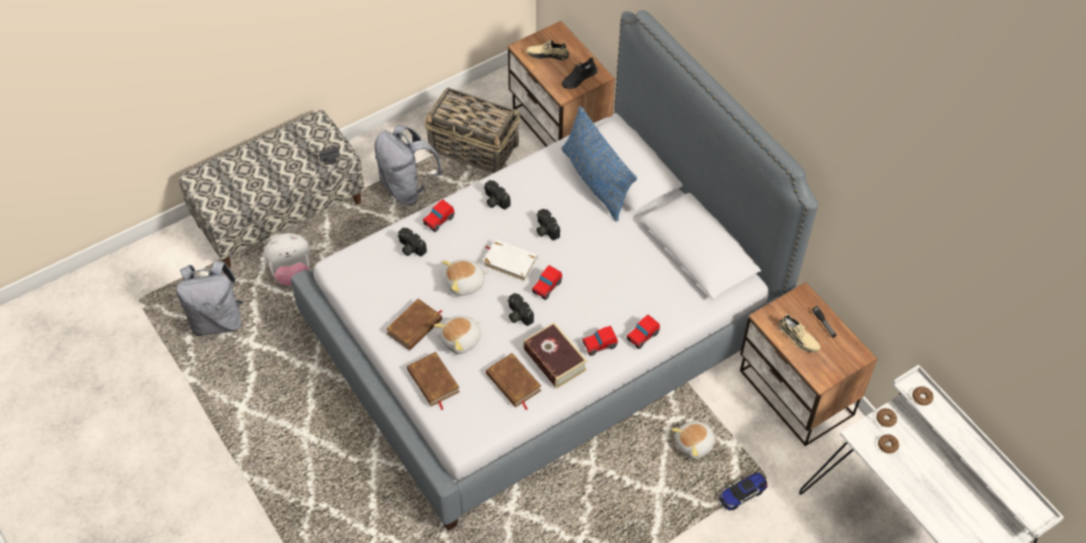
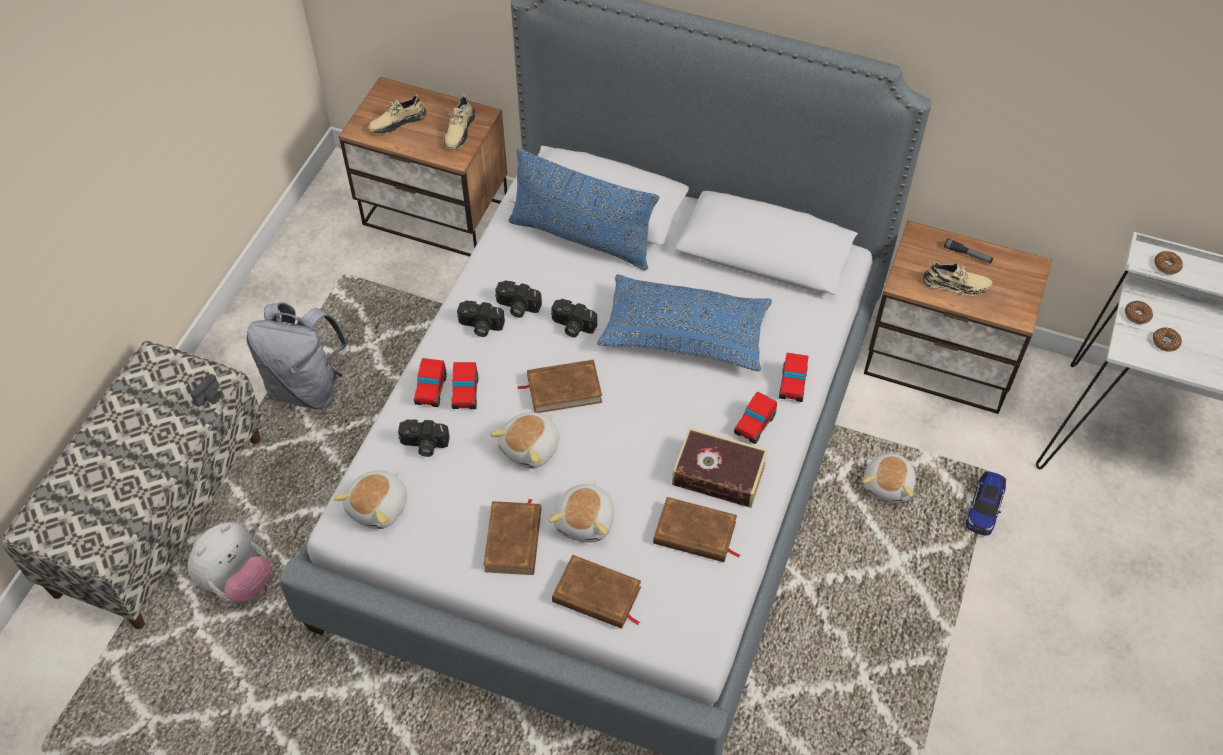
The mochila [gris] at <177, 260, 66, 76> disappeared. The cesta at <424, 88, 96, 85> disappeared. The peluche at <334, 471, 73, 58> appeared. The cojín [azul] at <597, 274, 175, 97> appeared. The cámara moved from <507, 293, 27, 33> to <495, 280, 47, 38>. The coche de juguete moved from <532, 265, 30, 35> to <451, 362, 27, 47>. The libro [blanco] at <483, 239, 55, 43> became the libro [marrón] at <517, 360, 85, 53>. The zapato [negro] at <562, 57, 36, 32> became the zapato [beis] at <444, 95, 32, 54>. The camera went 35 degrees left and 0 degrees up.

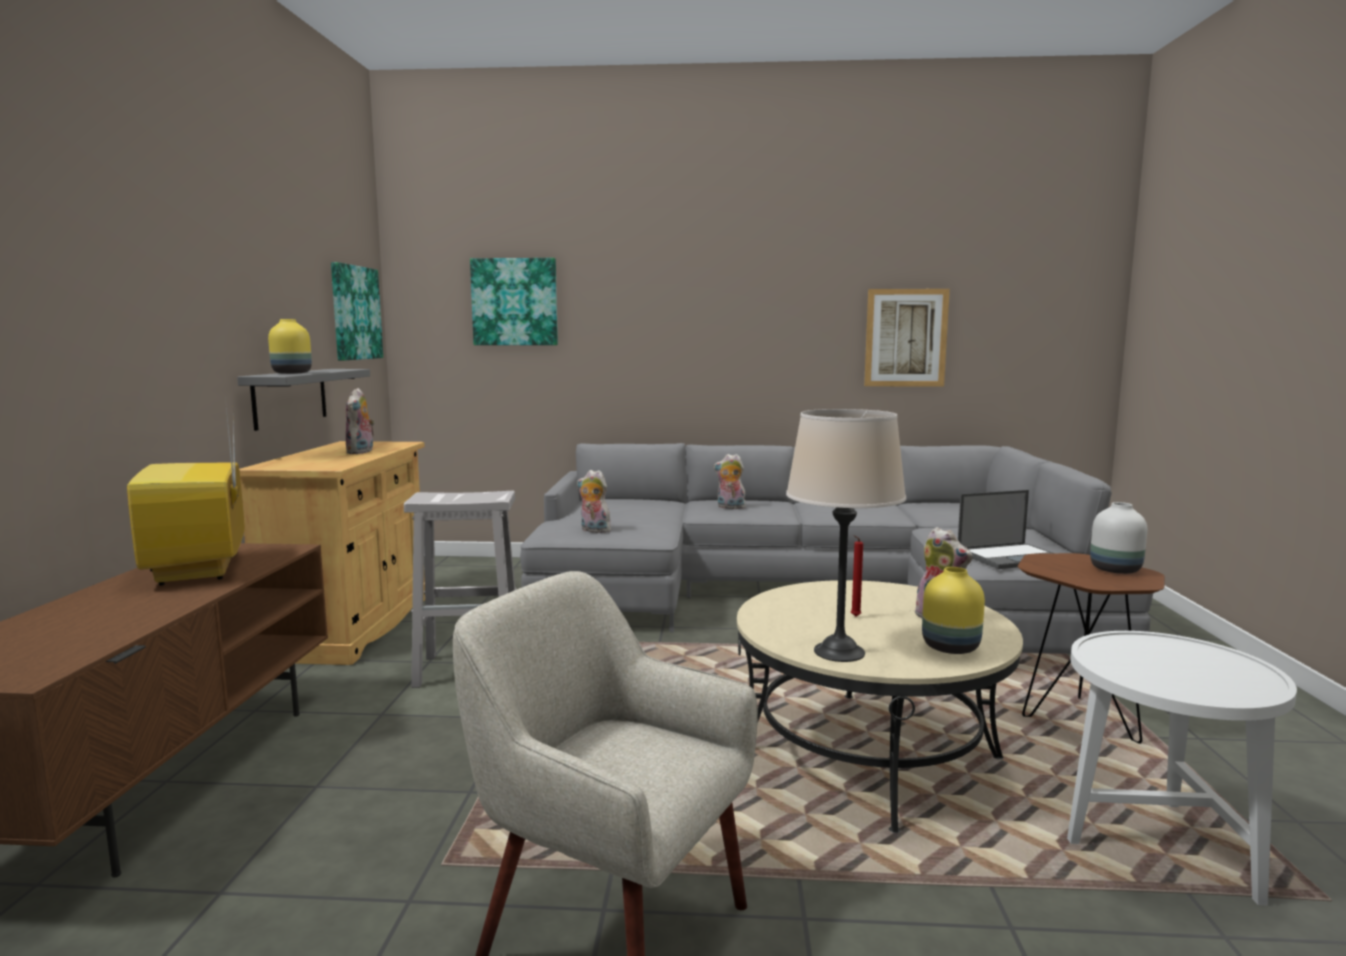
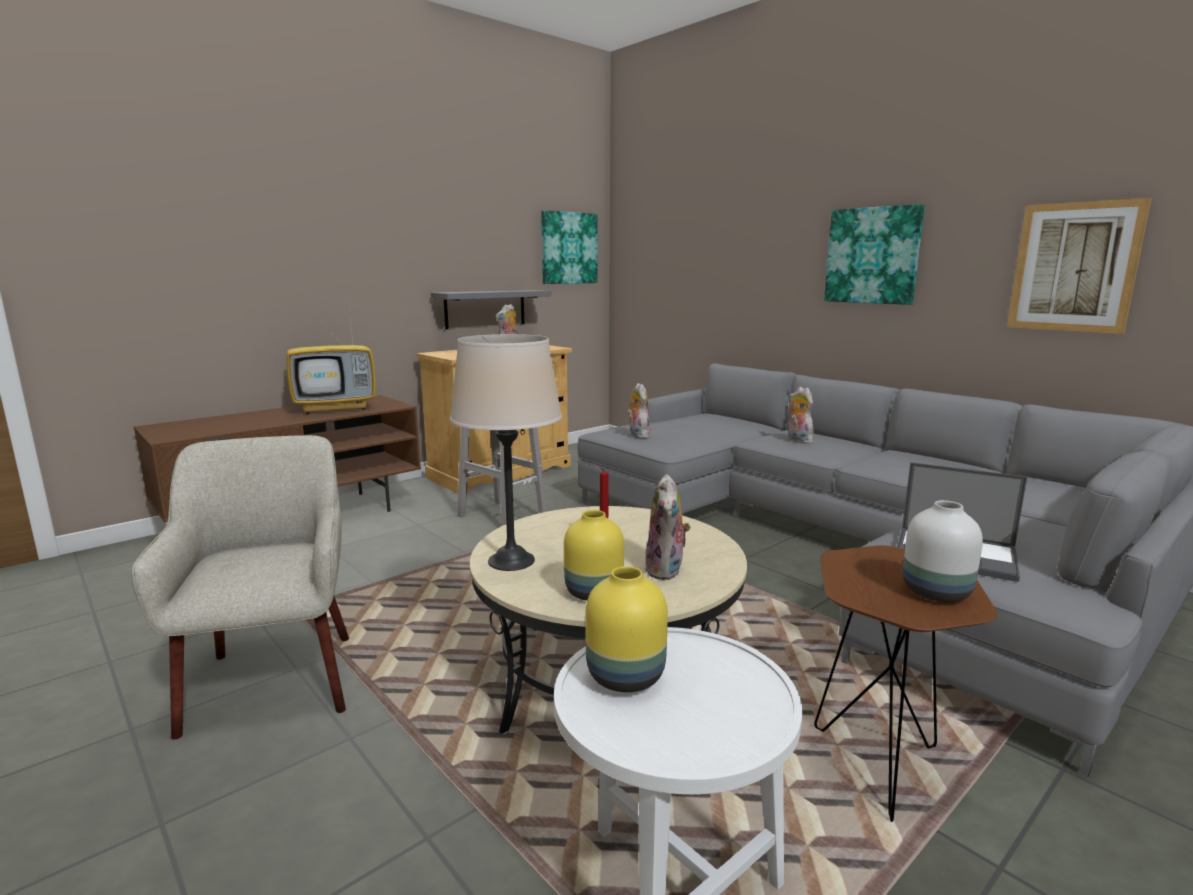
The florero [amarillo] moved from <268, 319, 44, 55> to <585, 566, 83, 126>. The cuadro moved from <470, 258, 88, 87> to <824, 204, 101, 101>. The televisor at <127, 398, 118, 188> turned 135 degrees counterclockwise. The camera went 45 degrees right and 5 degrees up.

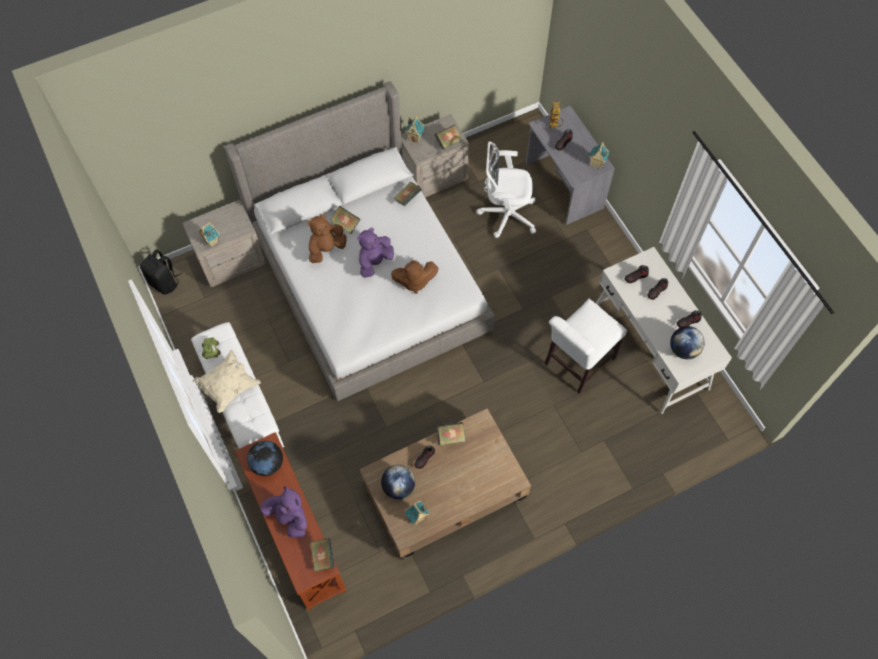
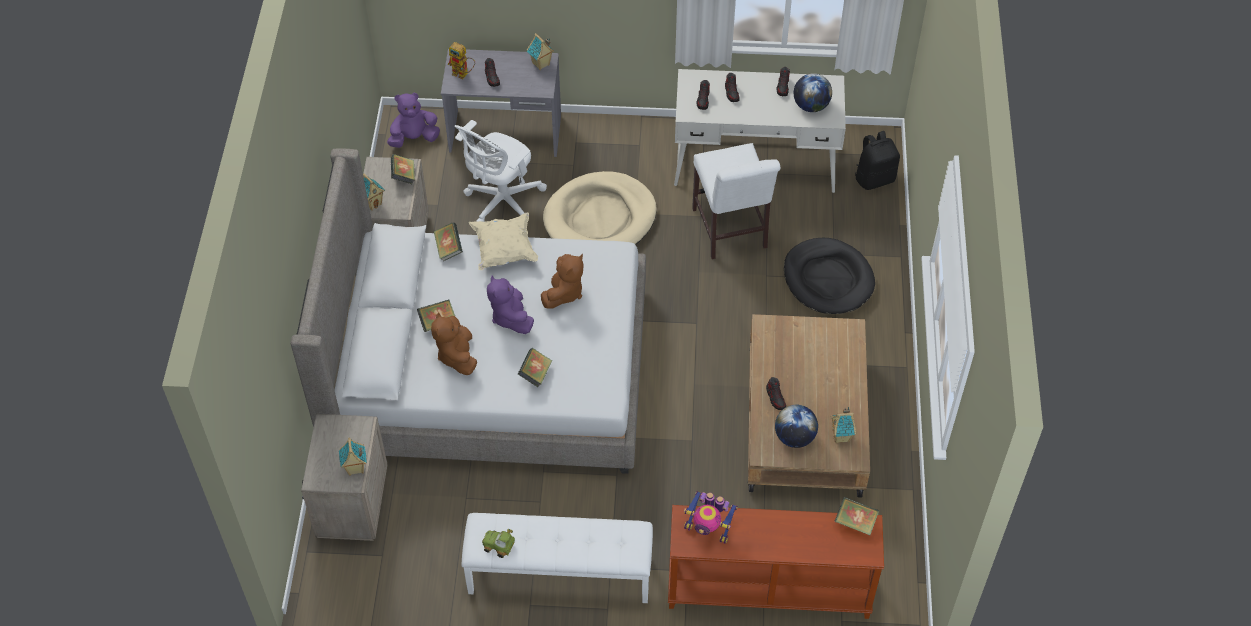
The cama para perro [beis] at <543, 171, 114, 74> appeared. The cama para perro [negro] at <784, 238, 91, 76> appeared. The mochila [negro] moved from <140, 249, 42, 46> to <855, 131, 45, 59>. The cojín [beis] moved from <193, 350, 68, 63> to <469, 213, 69, 57>. The peluche [morado] moved from <260, 486, 47, 52> to <387, 92, 53, 56>. The libro moved from <437, 422, 28, 23> to <518, 348, 34, 39>. The globo terráqueo at <247, 441, 36, 35> was replaced by the robot de juguete at <684, 491, 54, 53>. The camera went 60 degrees left and 10 degrees down.

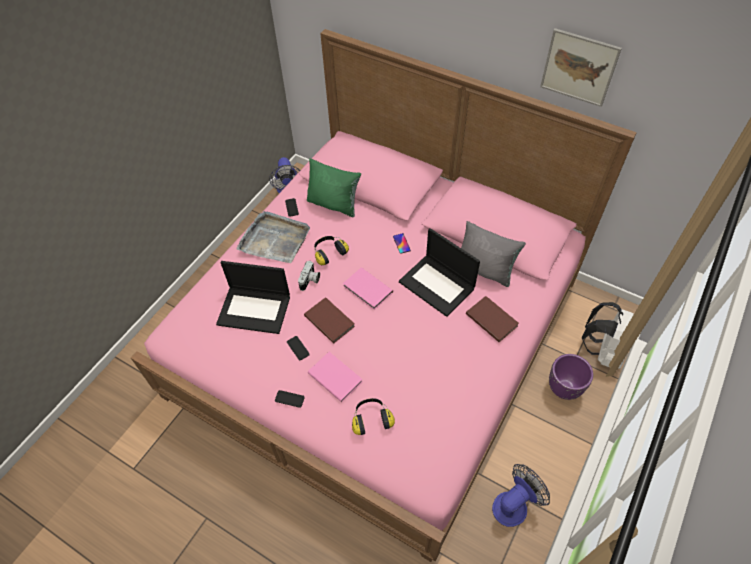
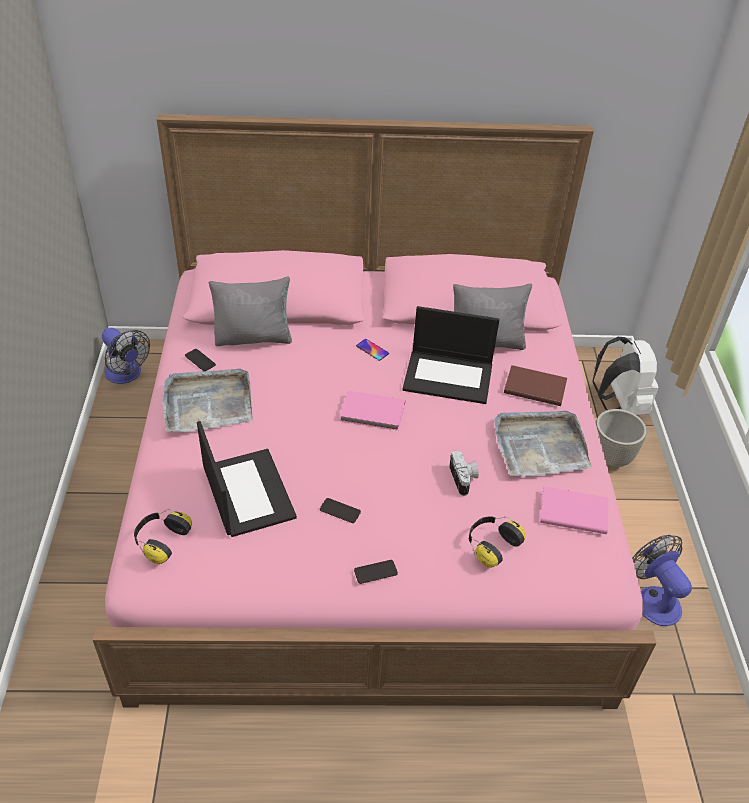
The libro [marrón] at <304, 297, 51, 46> disappeared. The cuadro at <540, 28, 82, 79> disappeared. The bandeja [gris] at <494, 411, 98, 66> appeared. The cámara moved from <298, 261, 22, 30> to <449, 450, 30, 46>. The libro [rosa] moved from <308, 352, 55, 50> to <540, 486, 68, 48>. The auriculares moved from <314, 236, 35, 29> to <134, 509, 58, 55>. The cojín [verde] at <307, 158, 54, 59> became the cojín [gris] at <209, 277, 83, 69>. The maceta [morado] at <549, 354, 44, 46> became the maceta [gris] at <595, 409, 52, 58>. The portátil at <216, 261, 74, 73> turned 90 degrees counterclockwise. The ventilador at <492, 464, 58, 63> turned 45 degrees counterclockwise. The camera went 35 degrees left and 10 degrees down.

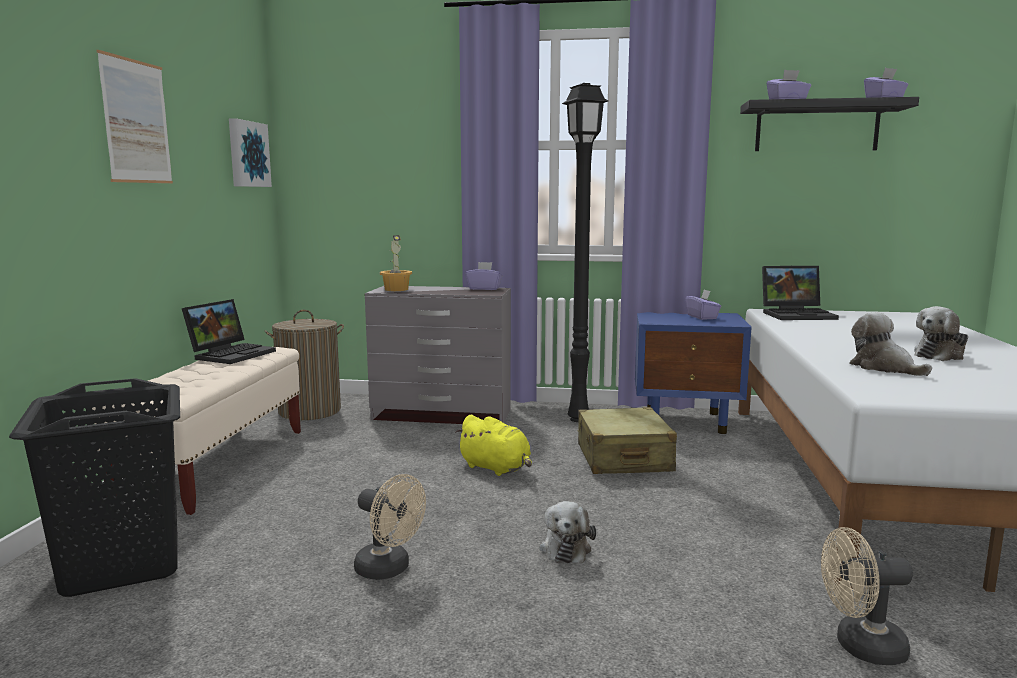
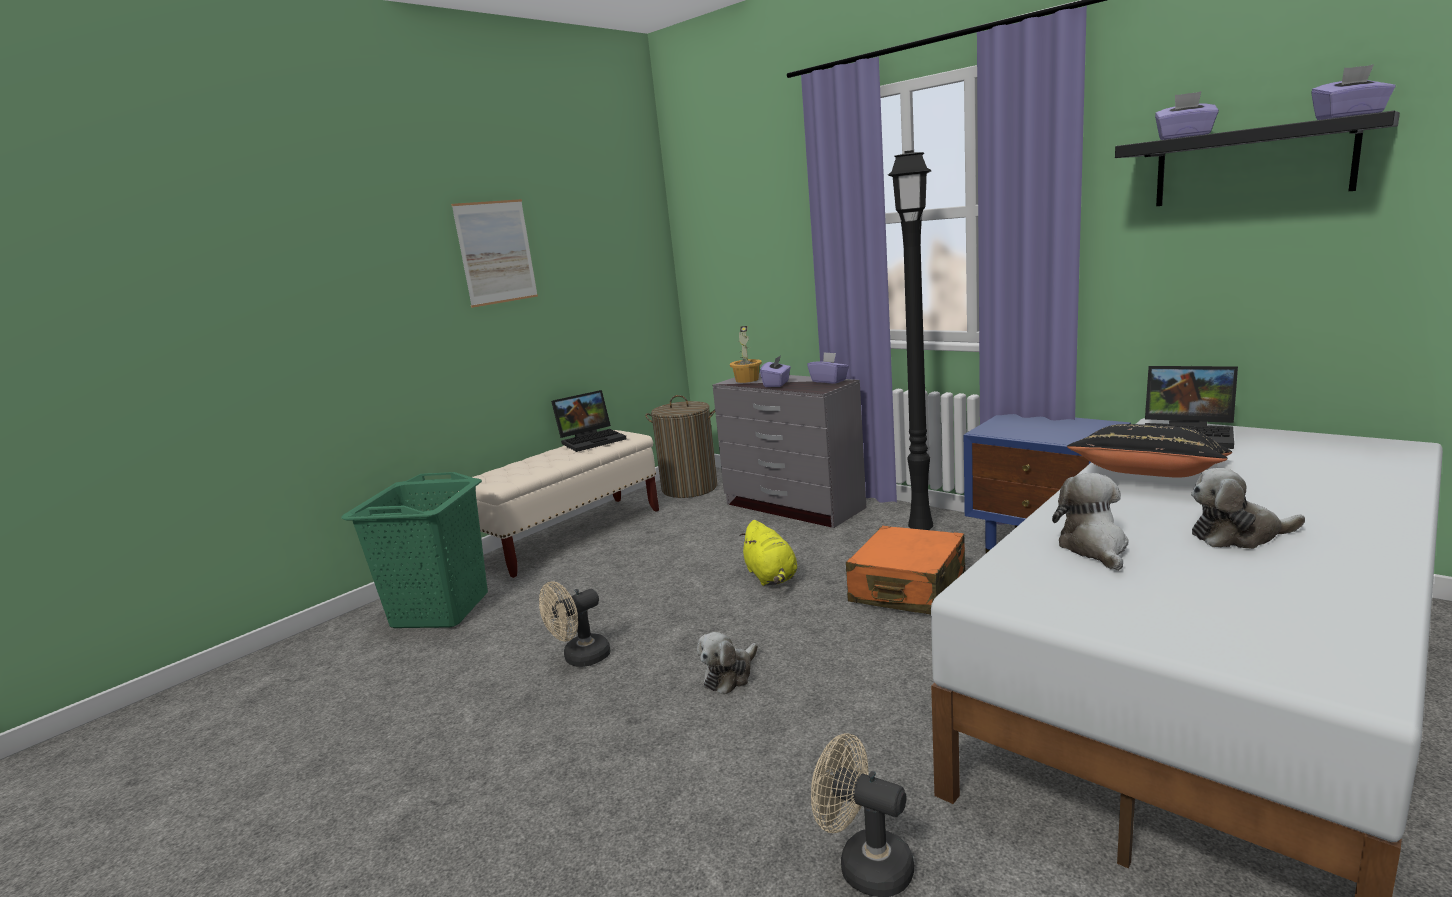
The cuadro at <229, 118, 43, 69> disappeared. The cojín [negro] at <1067, 424, 165, 54> appeared. The caja de pañuelos [morado] moved from <685, 289, 36, 31> to <760, 356, 31, 31>. The cesto de la ropa [negro] at <9, 378, 171, 219> became the cesto de la ropa [verde] at <341, 472, 147, 156>. The maleta [beis] at <577, 407, 100, 67> became the maleta [naranja] at <846, 526, 119, 89>. The ventilador [beis] at <354, 474, 72, 106> turned 75 degrees clockwise. The camera went 35 degrees right and 5 degrees up.

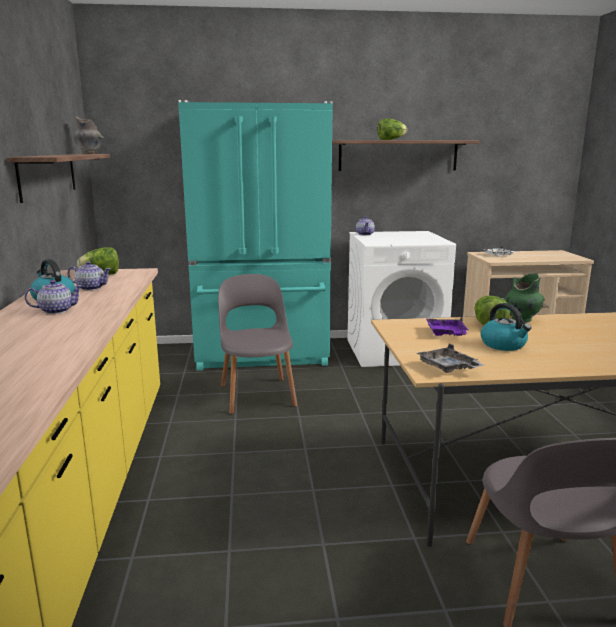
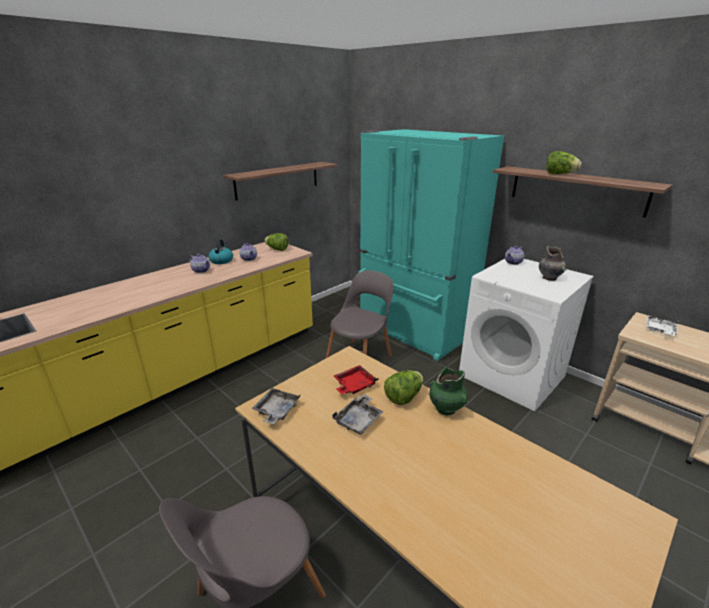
The florero [gris] moved from <73, 116, 31, 38> to <539, 246, 28, 35>. The hervidor at <481, 303, 51, 48> was replaced by the bandeja [gris] at <332, 394, 51, 41>. The bandeja [morado] at <426, 317, 42, 19> became the bandeja [rojo] at <334, 365, 44, 29>. The camera went 50 degrees right and 10 degrees up.

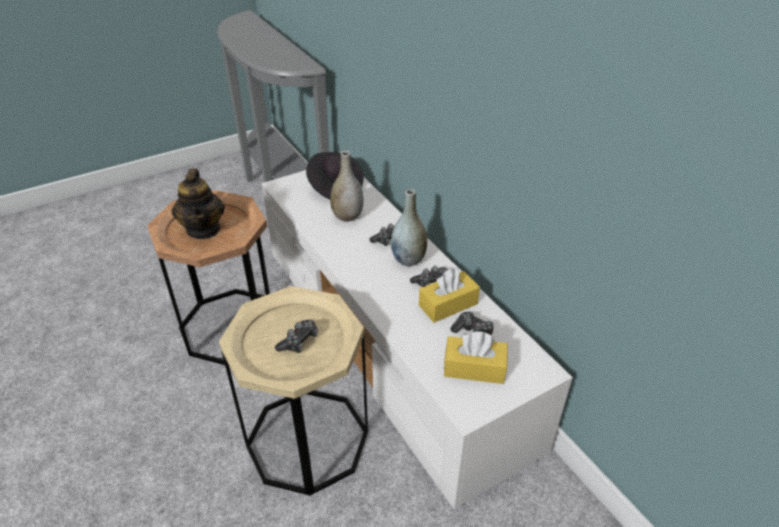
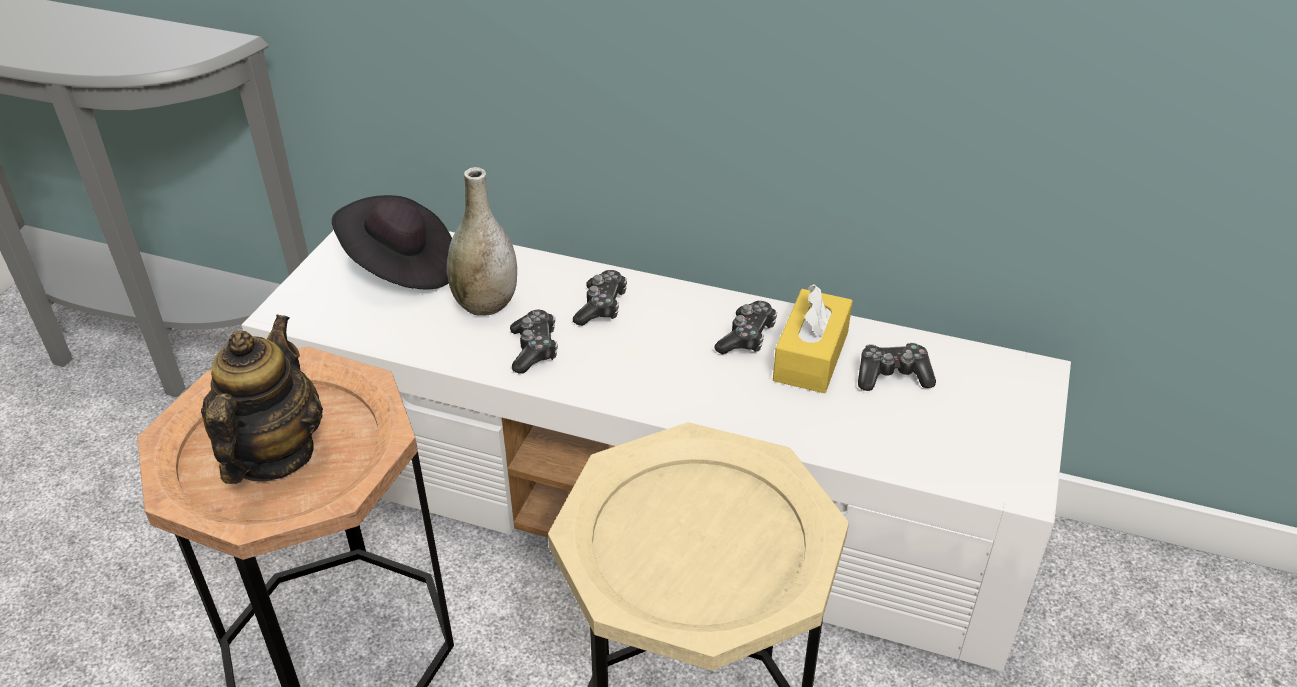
The florero [gris] at <391, 189, 36, 78> disappeared. The caja de pañuelos [amarillo] at <444, 331, 64, 53> disappeared. The mando de consola moved from <275, 320, 43, 33> to <510, 310, 48, 63>. The tetera at <171, 168, 54, 71> turned 120 degrees counterclockwise. The camera went 40 degrees left and 0 degrees up.

